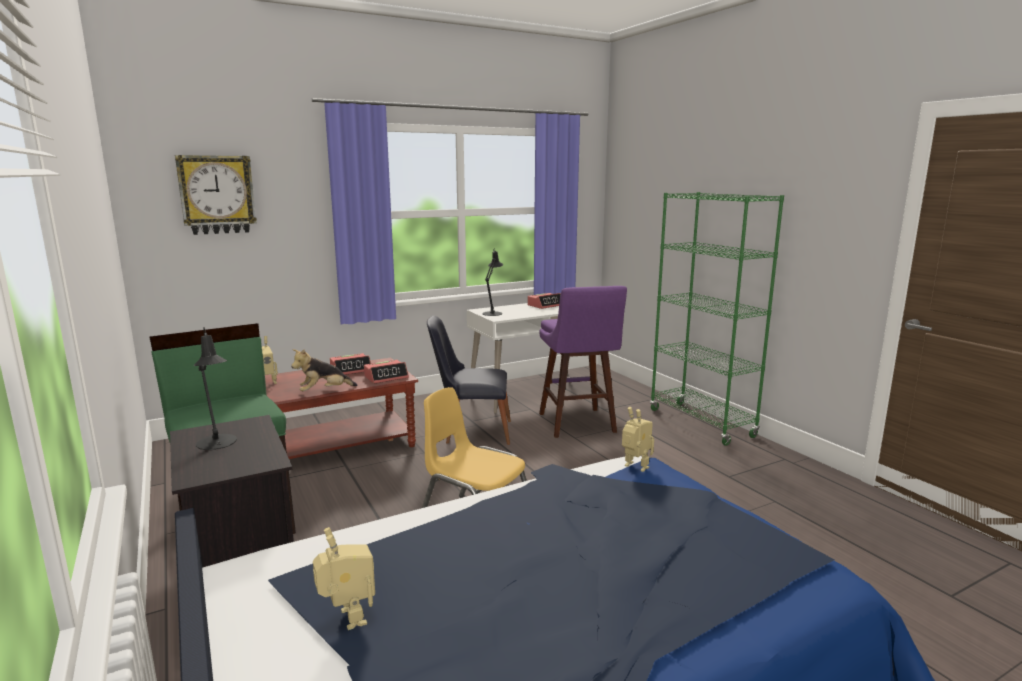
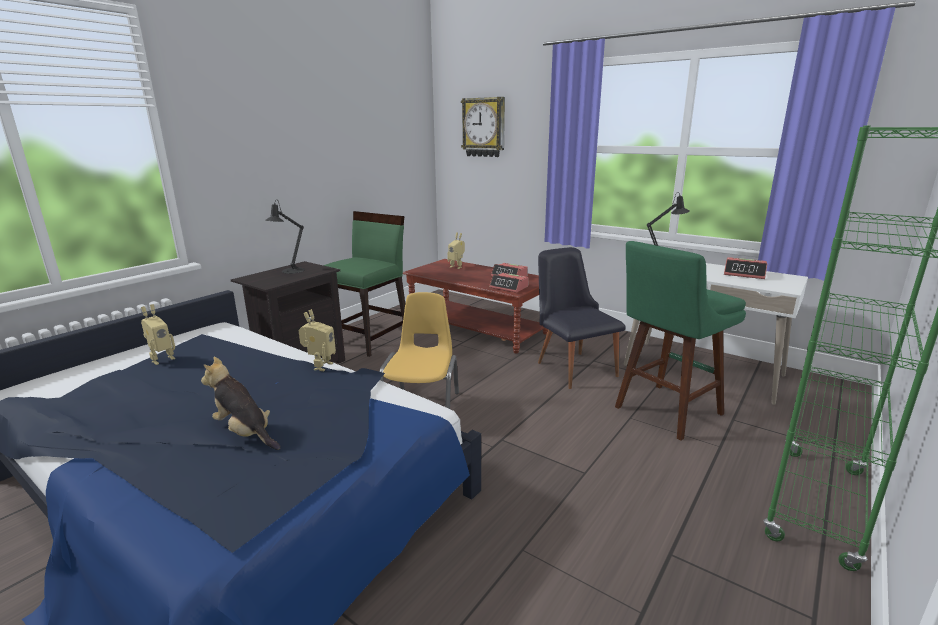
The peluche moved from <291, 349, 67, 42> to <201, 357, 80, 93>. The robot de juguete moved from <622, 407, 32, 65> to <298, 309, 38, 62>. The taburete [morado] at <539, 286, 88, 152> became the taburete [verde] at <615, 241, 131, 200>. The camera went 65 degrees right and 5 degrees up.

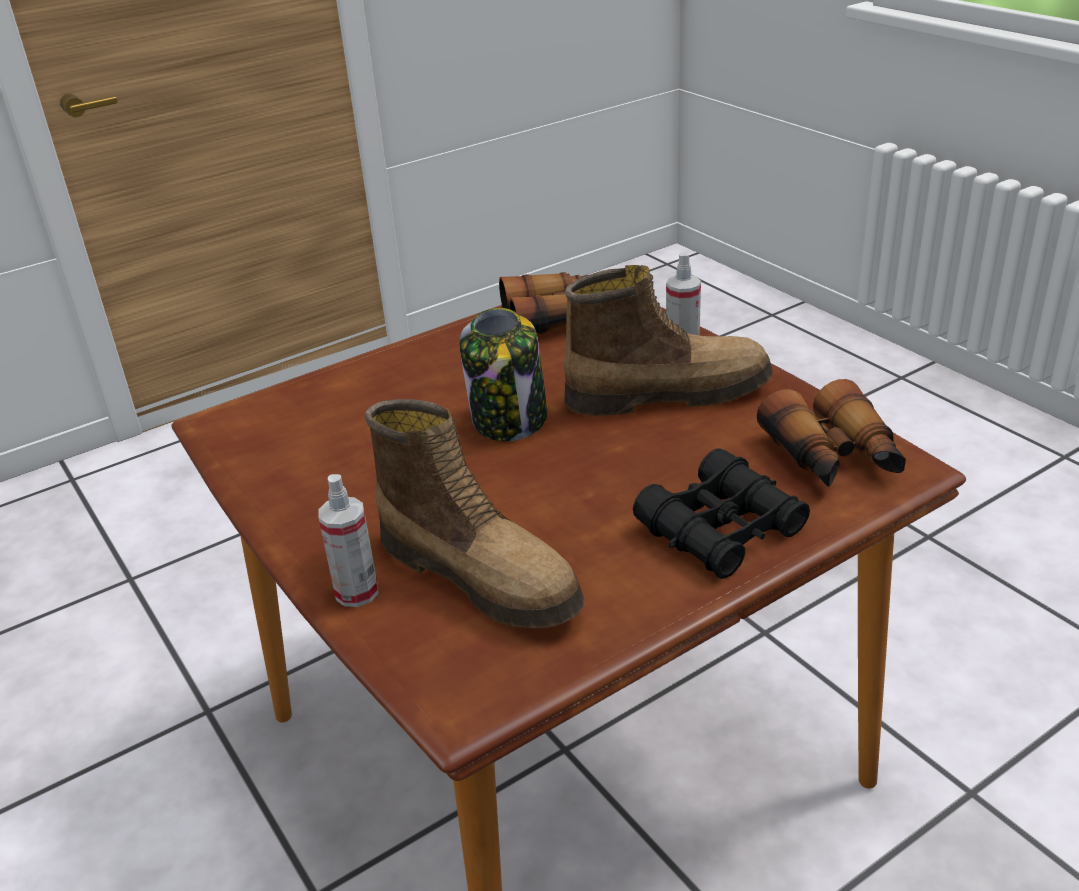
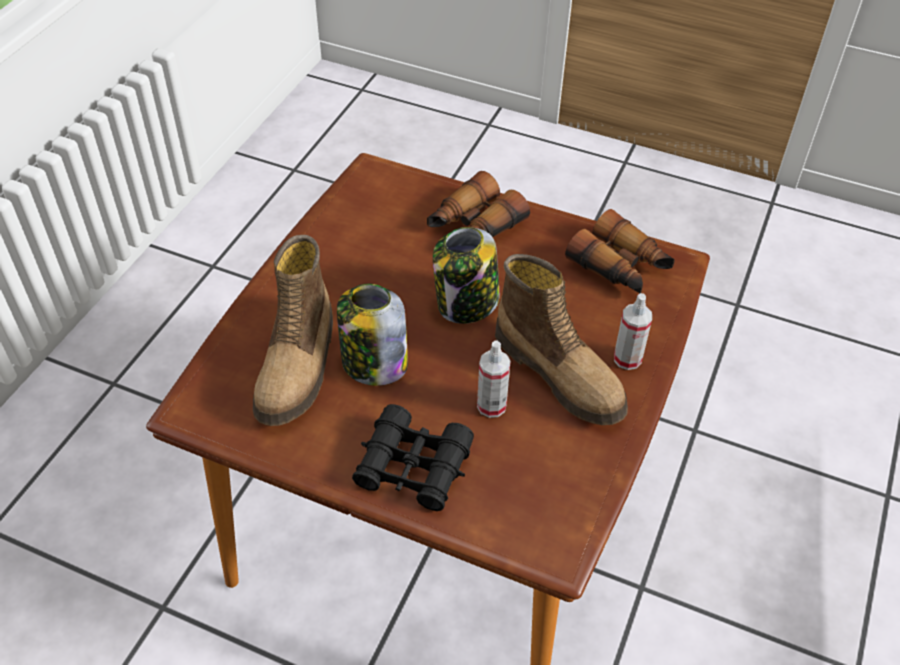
The tarro at <337, 284, 71, 102> appeared. The pulverizador moved from <318, 474, 60, 133> to <477, 340, 34, 78>. The prismáticos moved from <757, 379, 149, 108> to <427, 171, 103, 66>. The camera went 55 degrees right and 15 degrees up.

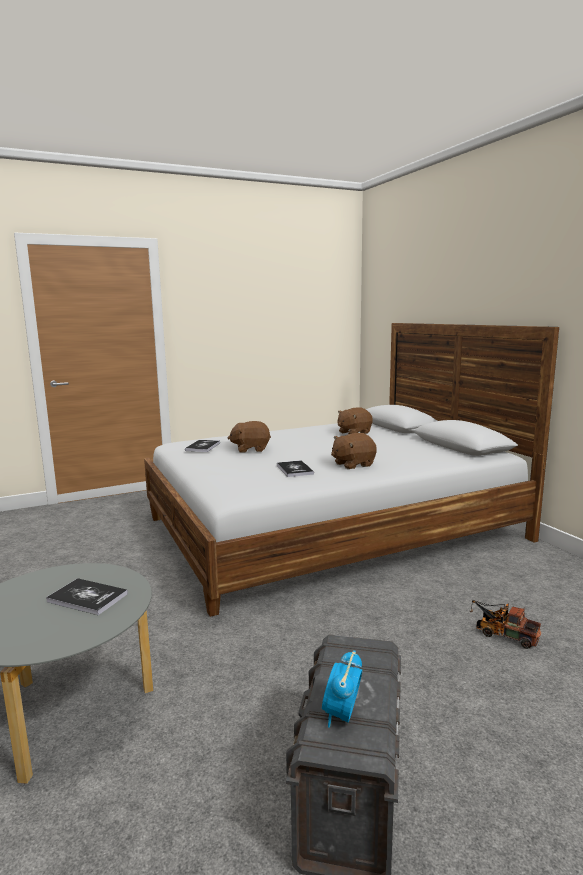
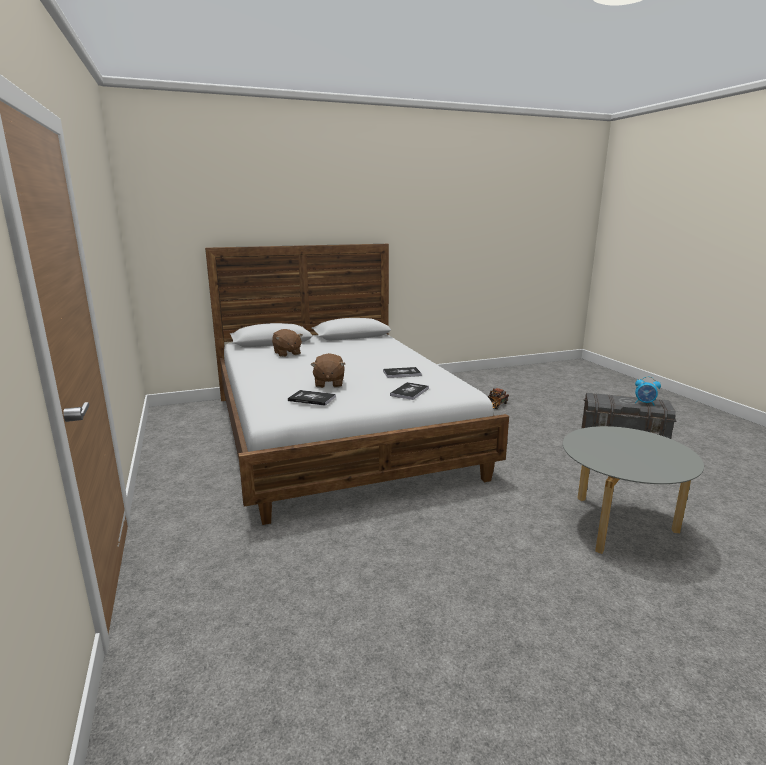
The peluche [marrón] at <331, 433, 46, 36> disappeared. The libro moved from <46, 578, 82, 37> to <390, 382, 39, 18>. The camera went 85 degrees left and 5 degrees up.

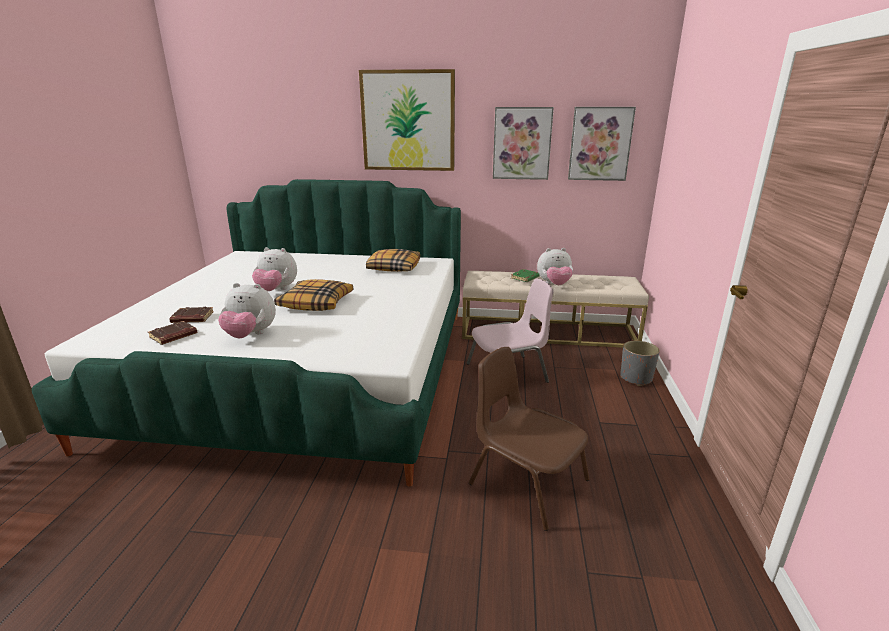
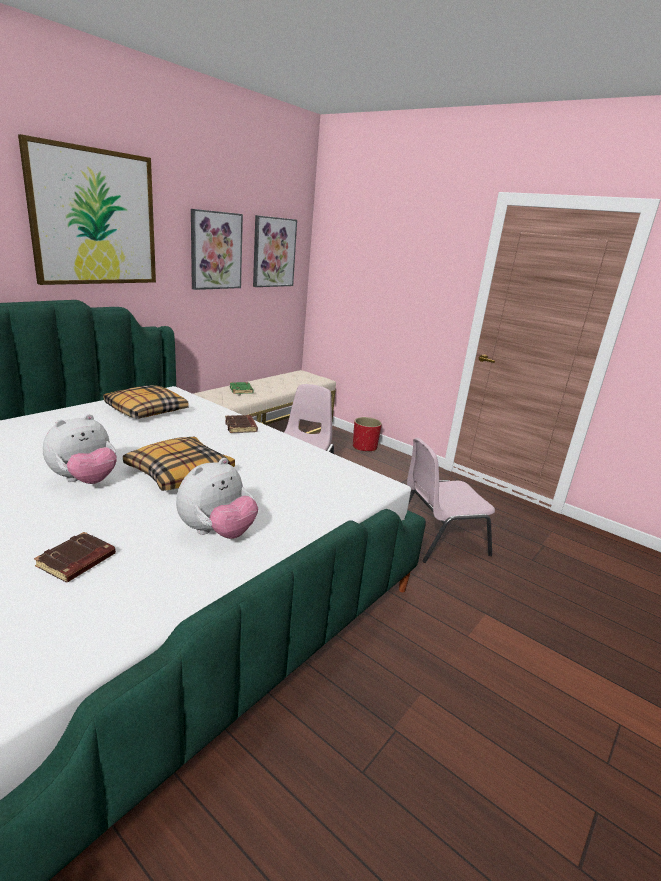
The peluche at <537, 248, 36, 37> disappeared. The libro [marrón] moved from <148, 321, 49, 24> to <225, 415, 33, 18>. The silla [marrón] at <469, 347, 121, 184> became the silla [rosa] at <407, 438, 88, 125>. The maceta [gris] at <620, 341, 40, 45> became the maceta [rojo] at <353, 417, 29, 35>. The camera went 60 degrees left and 0 degrees up.

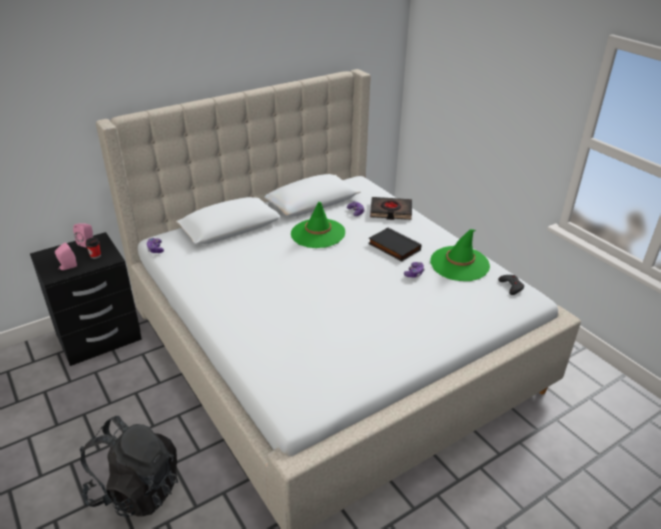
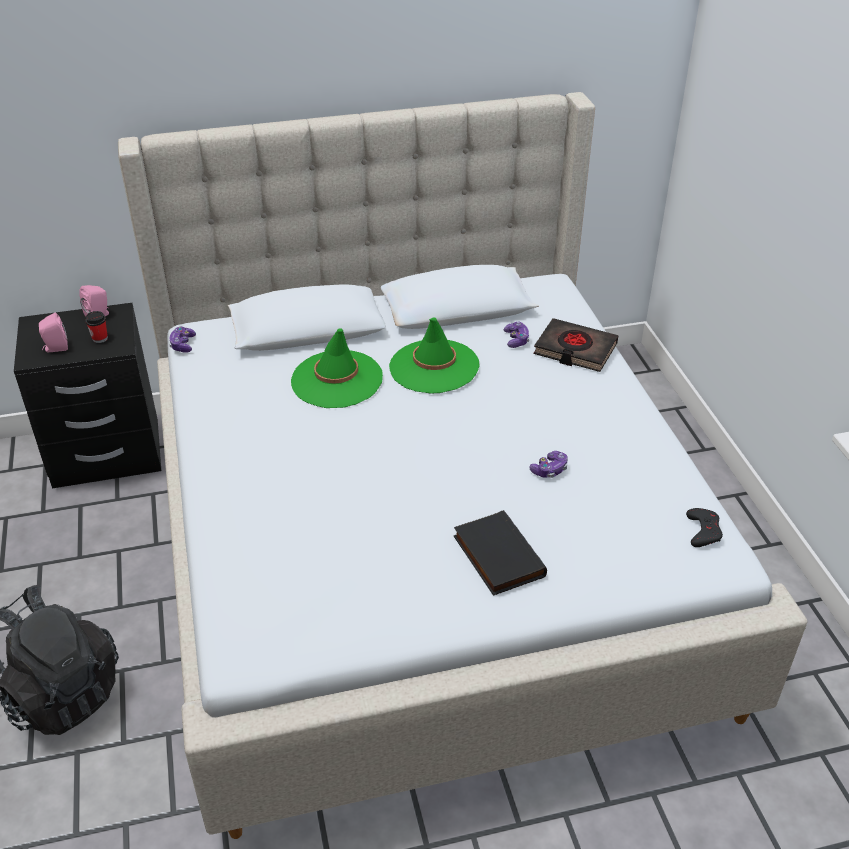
The libro [negro] moved from <368, 227, 53, 34> to <454, 510, 93, 86>. The sombrero [verde] moved from <430, 229, 60, 52> to <291, 328, 92, 80>. The camera went 20 degrees right and 5 degrees up.

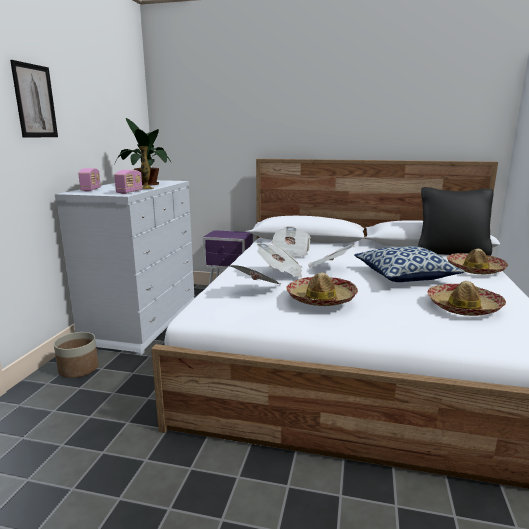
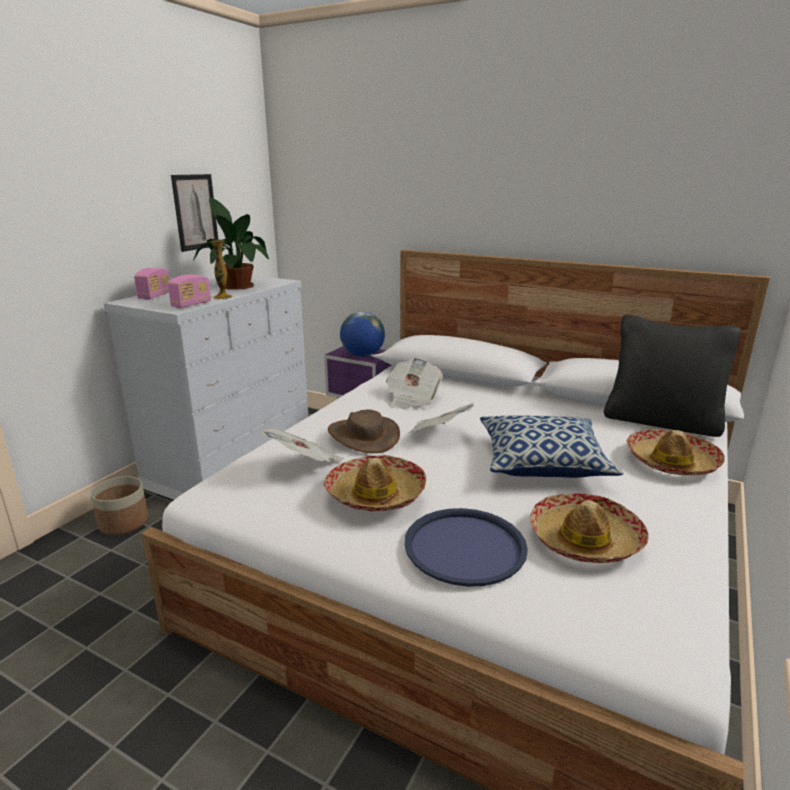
The globo terráqueo at <340, 311, 45, 46> appeared. The bandeja [azul] at <404, 508, 124, 79> appeared. The cuadro moved from <10, 60, 48, 77> to <171, 174, 47, 78>. The periódico at <257, 243, 45, 35> was replaced by the sombrero [marrón] at <328, 410, 72, 43>. The camera went 15 degrees right and 5 degrees up.

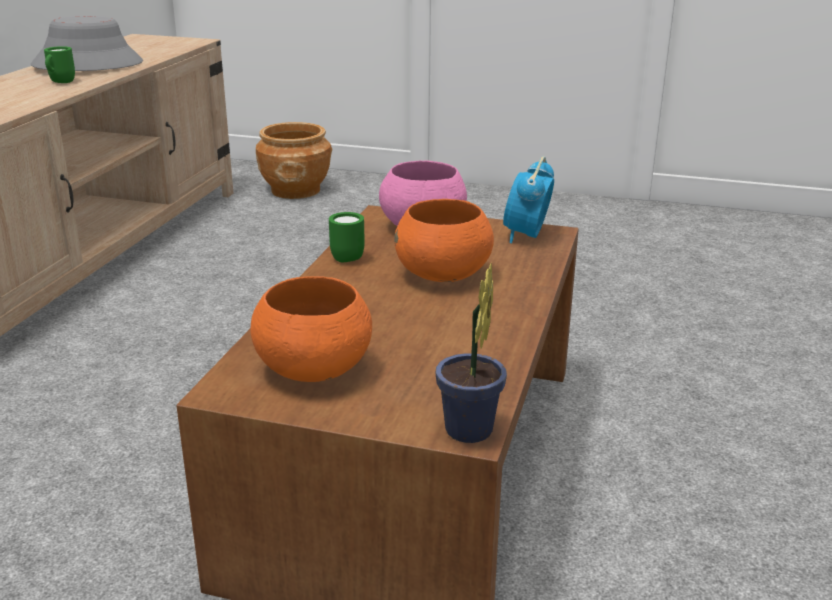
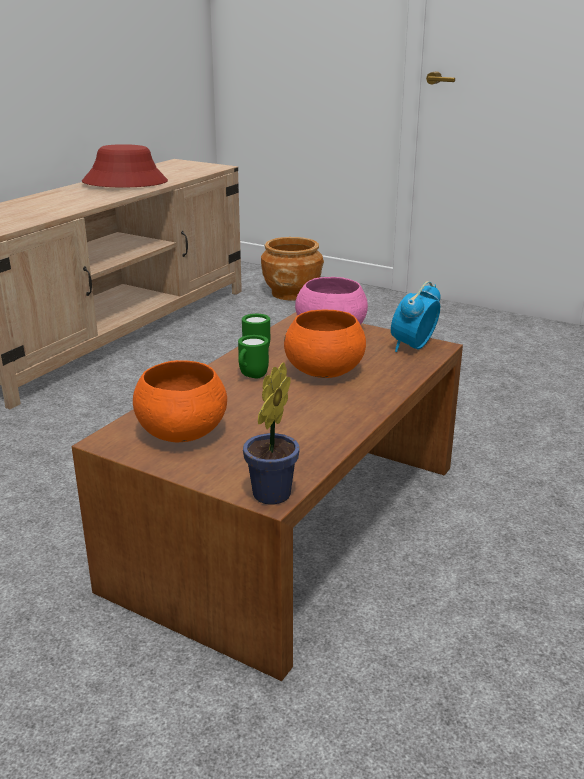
The taza grande [verde] moved from <44, 46, 31, 37> to <238, 335, 31, 43>. The sombrero [gris] at <31, 16, 112, 55> became the sombrero [rojo] at <82, 144, 86, 43>. The camera went 15 degrees right and 0 degrees up.

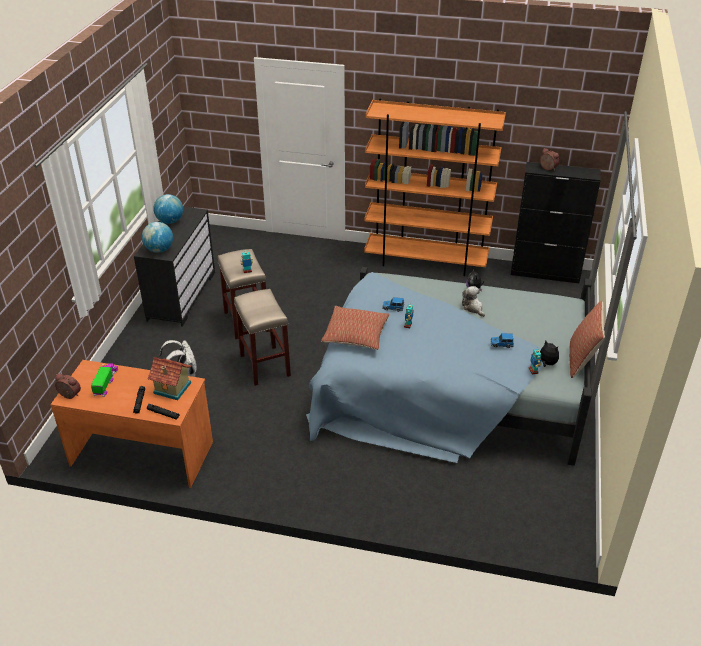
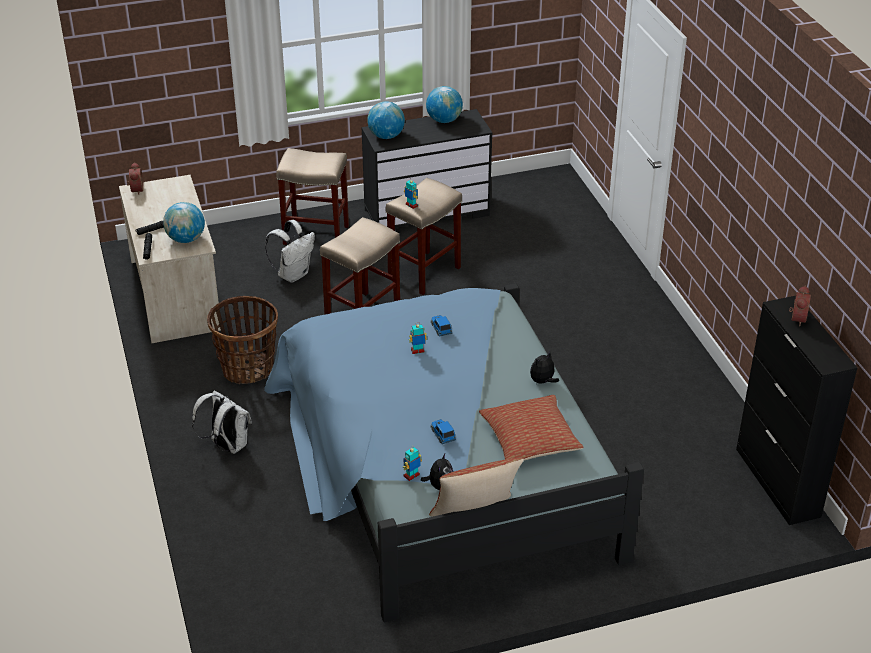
The camión de juguete at <91, 363, 27, 34> disappeared. The estantería [naranja] at <364, 99, 142, 177> disappeared. The peluche at <462, 286, 23, 31> disappeared. The mochila [blanco] at <192, 390, 60, 64> appeared. The cesta at <207, 296, 71, 88> appeared. The taburete [beis] at <276, 148, 73, 97> appeared. The cojín moved from <321, 306, 68, 44> to <479, 395, 105, 66>. The casita at <147, 357, 45, 43> was replaced by the globo terráqueo at <163, 202, 42, 41>. The escritorio [naranja] at <51, 360, 162, 128> became the escritorio [beis] at <119, 175, 102, 168>. The camera went 60 degrees right and 0 degrees up.

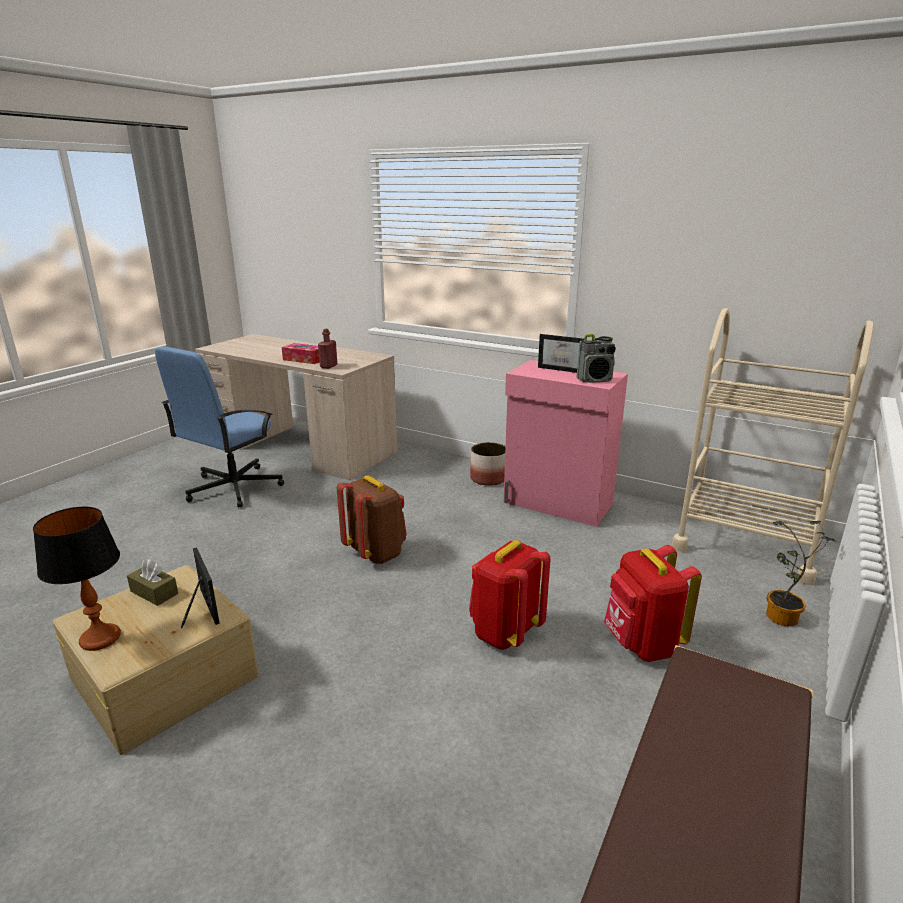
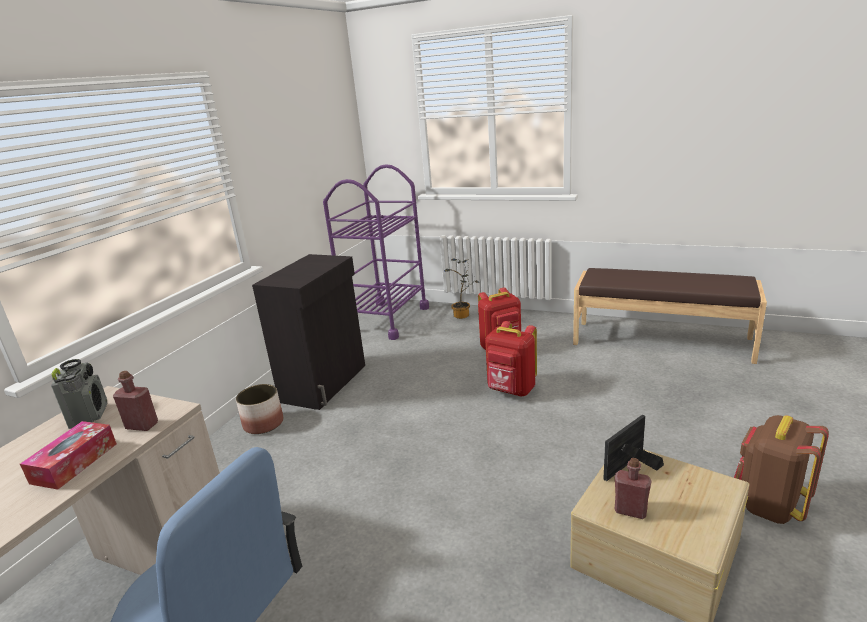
The lámpara de mesa at <33, 507, 88, 144> disappeared. The portarretratos at <538, 334, 46, 39> disappeared. The mochila [marrón] moved from <337, 475, 70, 89> to <734, 415, 95, 109>. The radio moved from <577, 334, 39, 49> to <51, 359, 56, 70>. The caja de pañuelos [marrón] at <127, 559, 51, 47> was replaced by the botella [rojo] at <615, 458, 36, 61>. The armario [rosa] at <503, 360, 125, 167> became the armario [negro] at <252, 254, 113, 156>. The carrito [beis] at <672, 308, 201, 277> became the carrito [morado] at <323, 164, 106, 176>. The camera went 95 degrees left and 0 degrees up.

